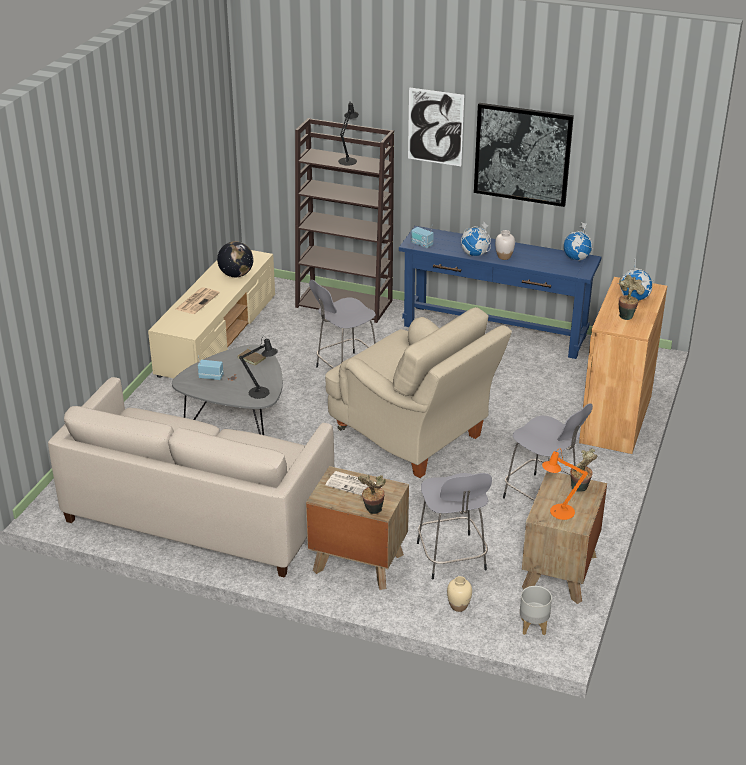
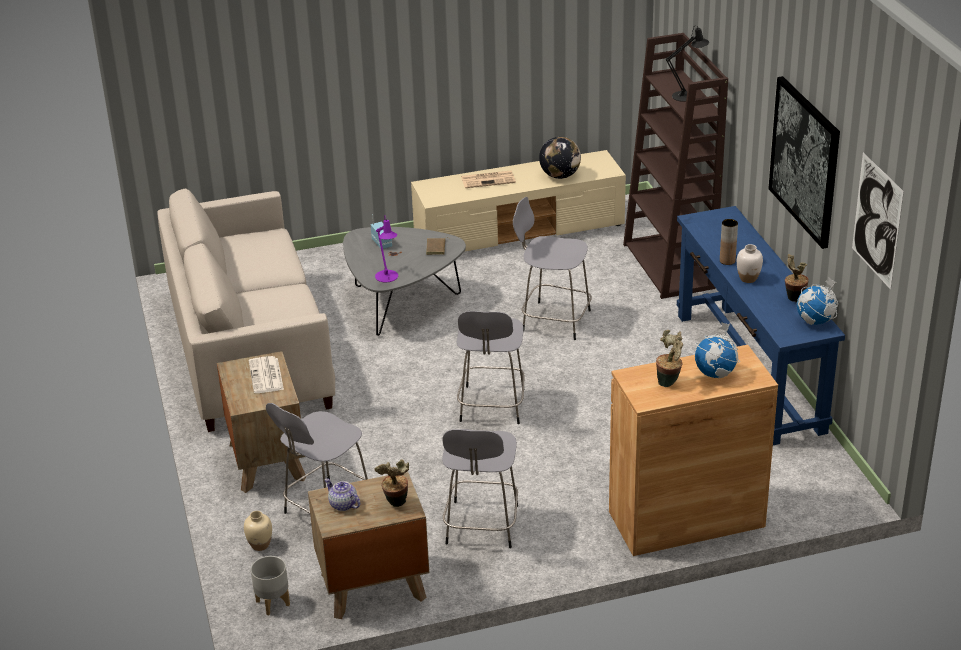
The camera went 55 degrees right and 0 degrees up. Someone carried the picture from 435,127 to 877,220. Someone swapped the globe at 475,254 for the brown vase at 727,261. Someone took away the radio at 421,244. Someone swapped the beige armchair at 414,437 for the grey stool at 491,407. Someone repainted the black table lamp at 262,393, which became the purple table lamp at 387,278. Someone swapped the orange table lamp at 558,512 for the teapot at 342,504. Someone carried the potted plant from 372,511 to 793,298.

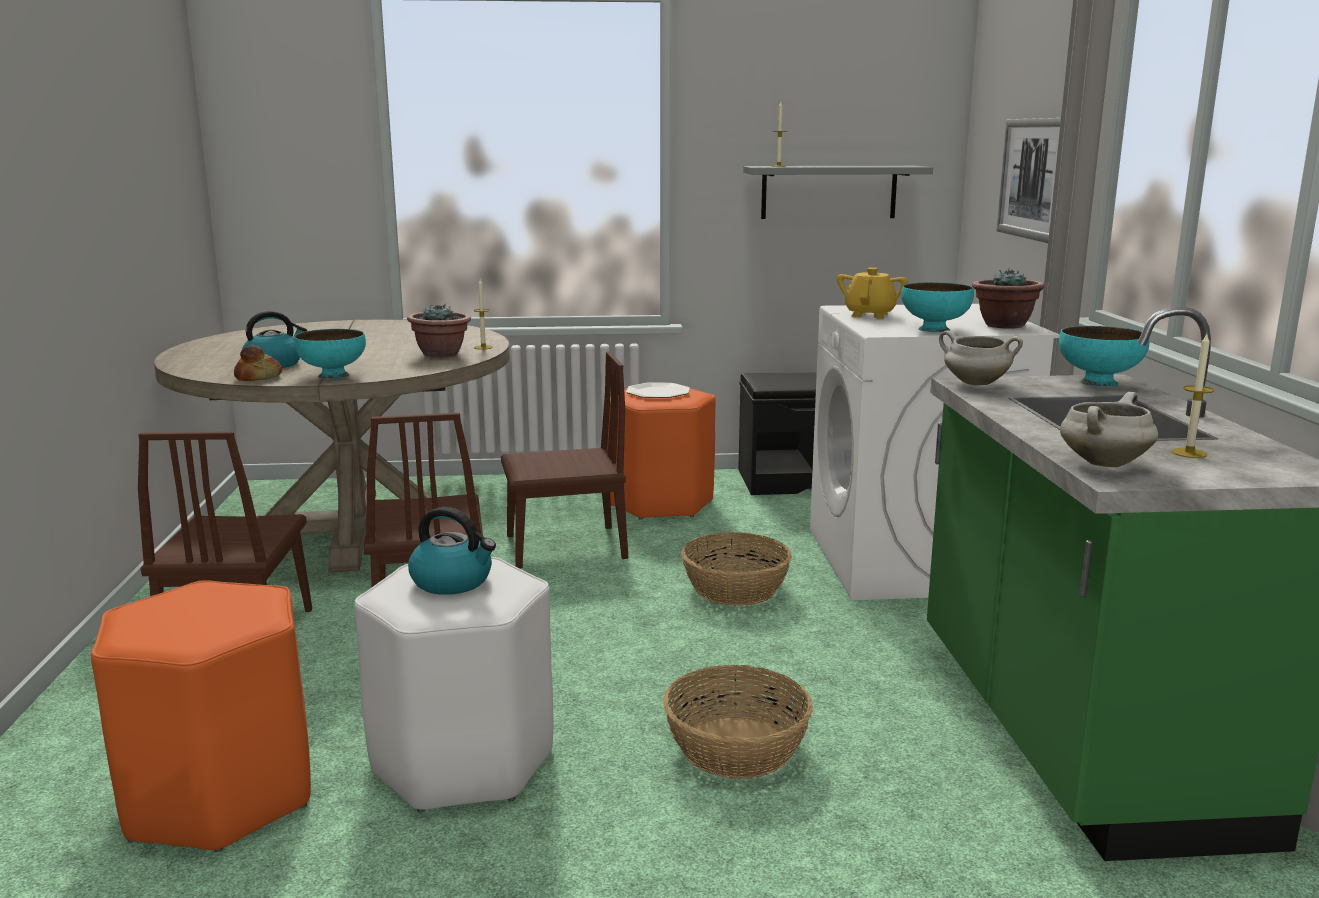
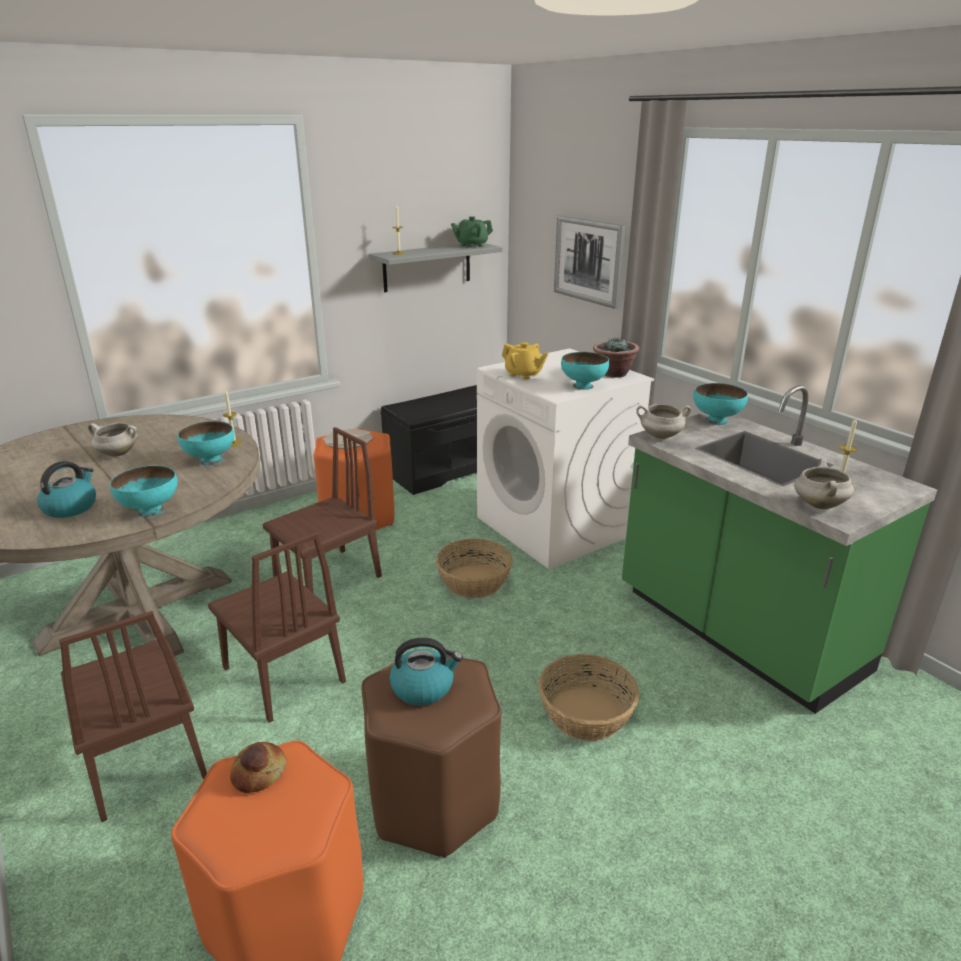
The camera went 30 degrees left and 10 degrees up. Someone rotated the yellow teapot at 870,315 by 135 degrees clockwise. Someone swapped the potted plant at 441,354 for the turquoise bowl at 210,460. Someone carried the bread from 259,377 to 259,773. Someone repainted the white stool at 462,761, which became the brown stool at 433,800. Someone put down the green teapot at 471,245. Someone put down the white cooking pot at 117,454.

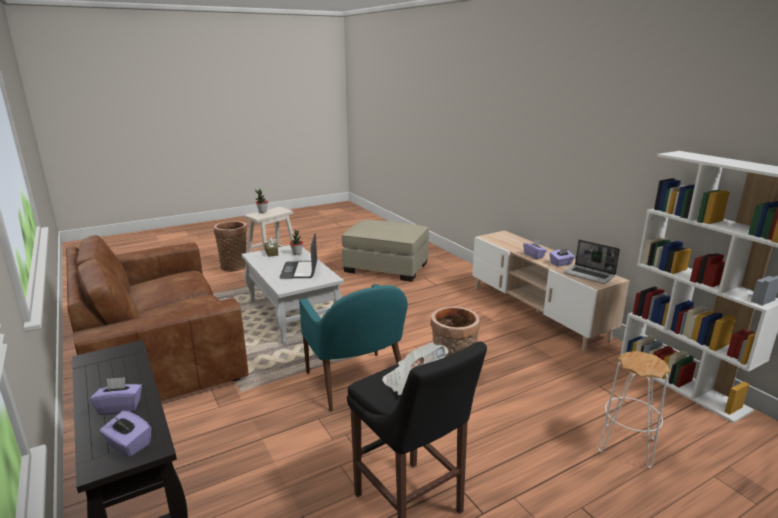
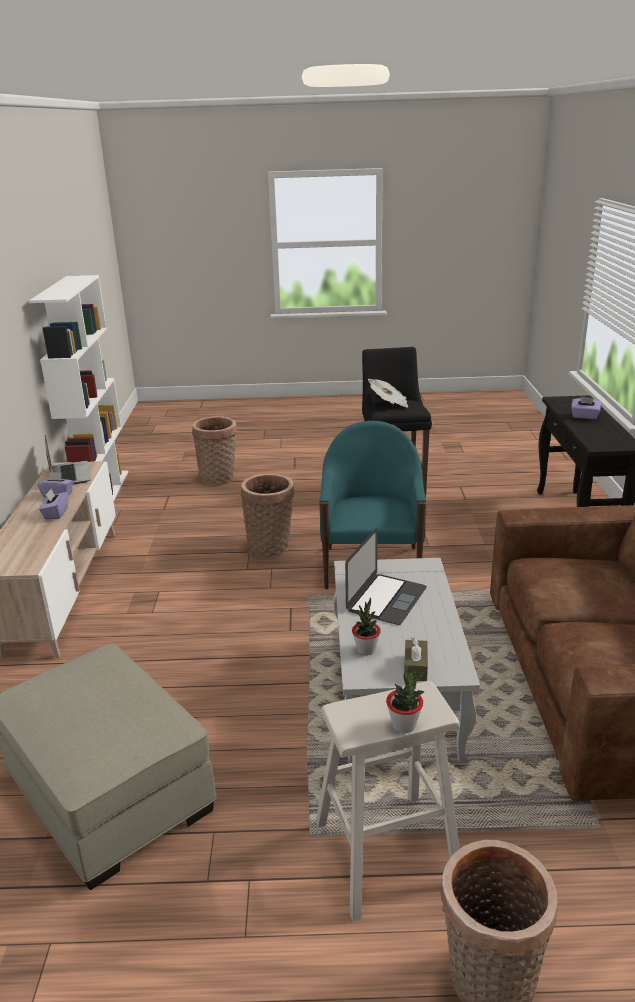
The camera went 150 degrees left and 5 degrees up. Someone swapped the white stool at 626,446 for the basket at 219,479. Someone took away the purple tissue box at 128,445.

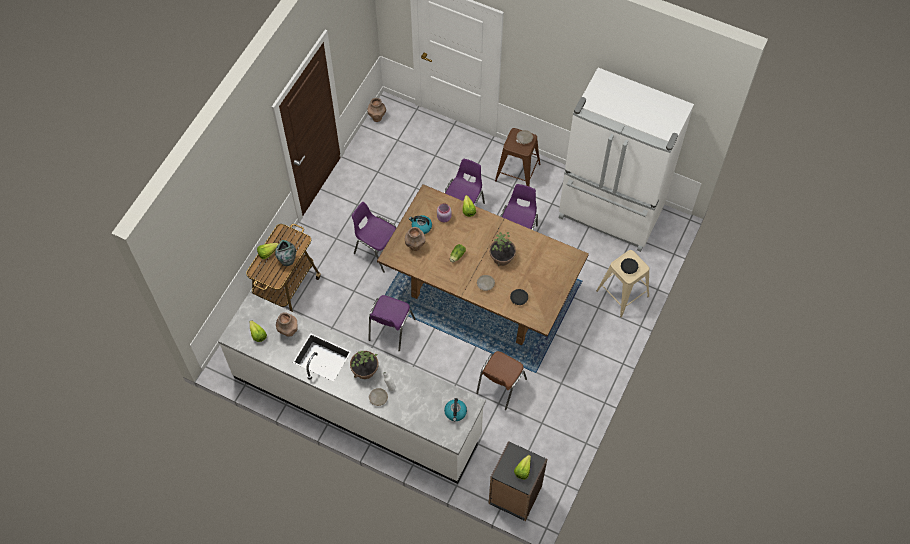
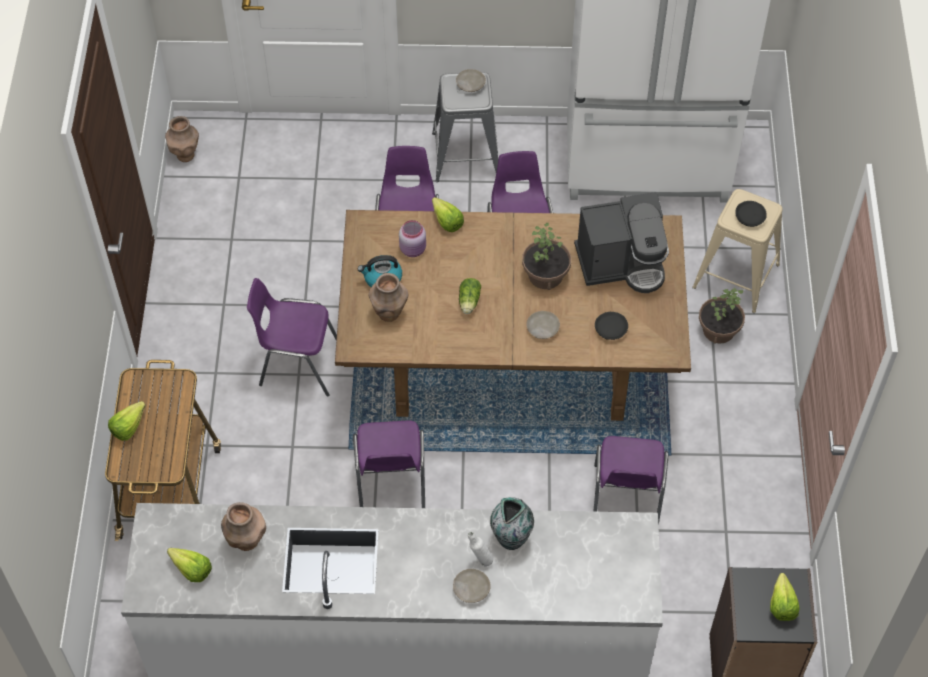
The camera went 25 degrees left and 5 degrees down. Someone repainted the brown stool at 517,172, which became the grey stool at 465,155. Someone carried the vase from 287,260 to 511,537. Someone carried the potted plant from 365,369 to 718,330. Someone repainted the brown chair at 500,387, which became the purple chair at 625,502. Someone took away the kettle at 455,412. Someone put down the coffee machine at 622,263.

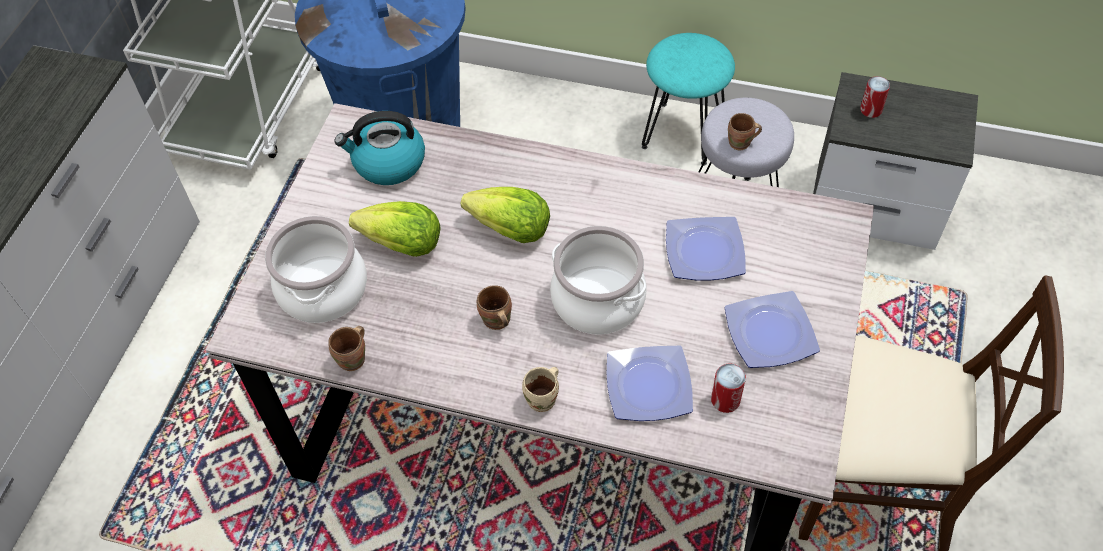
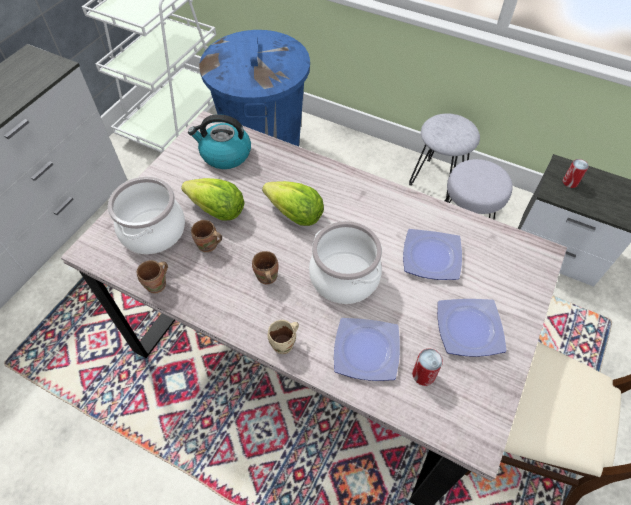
The camera went 10 degrees right and 0 degrees up. Someone repainted the turquoise stool at 684,133, which became the grey stool at 438,180. Someone carried the brown mug from 741,144 to 208,246.

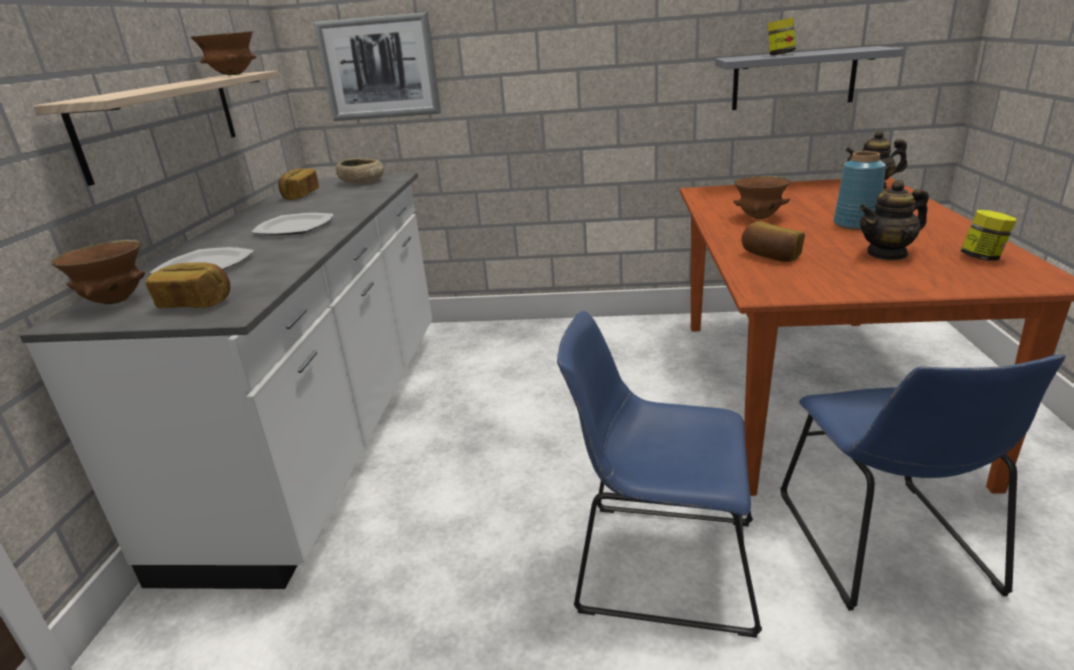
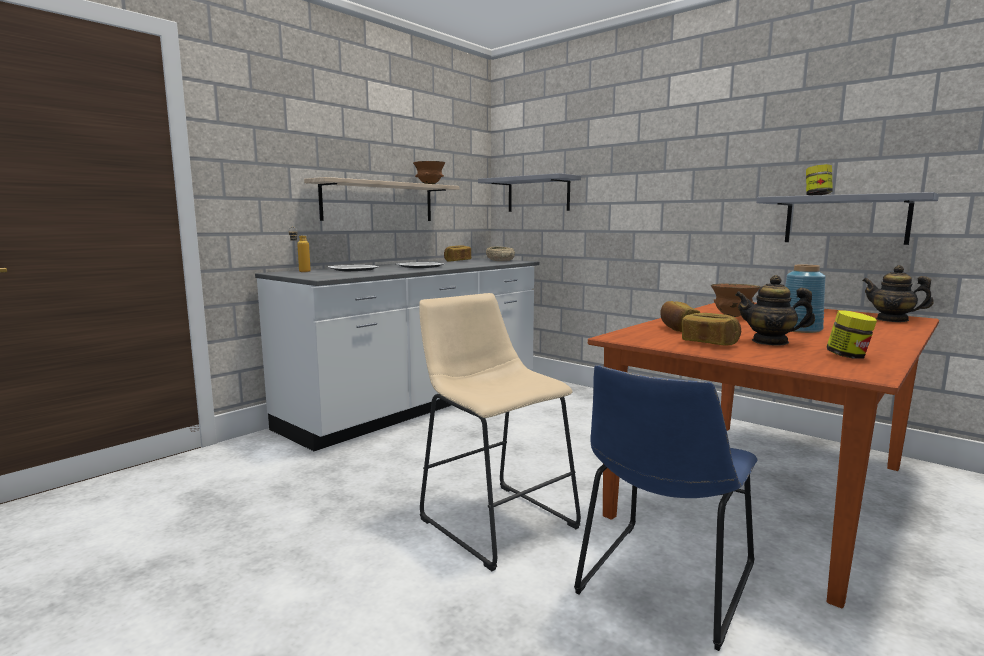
The camera went 35 degrees right and 15 degrees down. Someone swapped the picture at 379,68 for the grey shelf at 538,194. Someone swapped the brown bowl at 116,301 for the bottle at 300,271. Someone carried the bread from 196,303 to 709,343. Someone swapped the blue chair at 658,563 for the beige stool at 493,519.

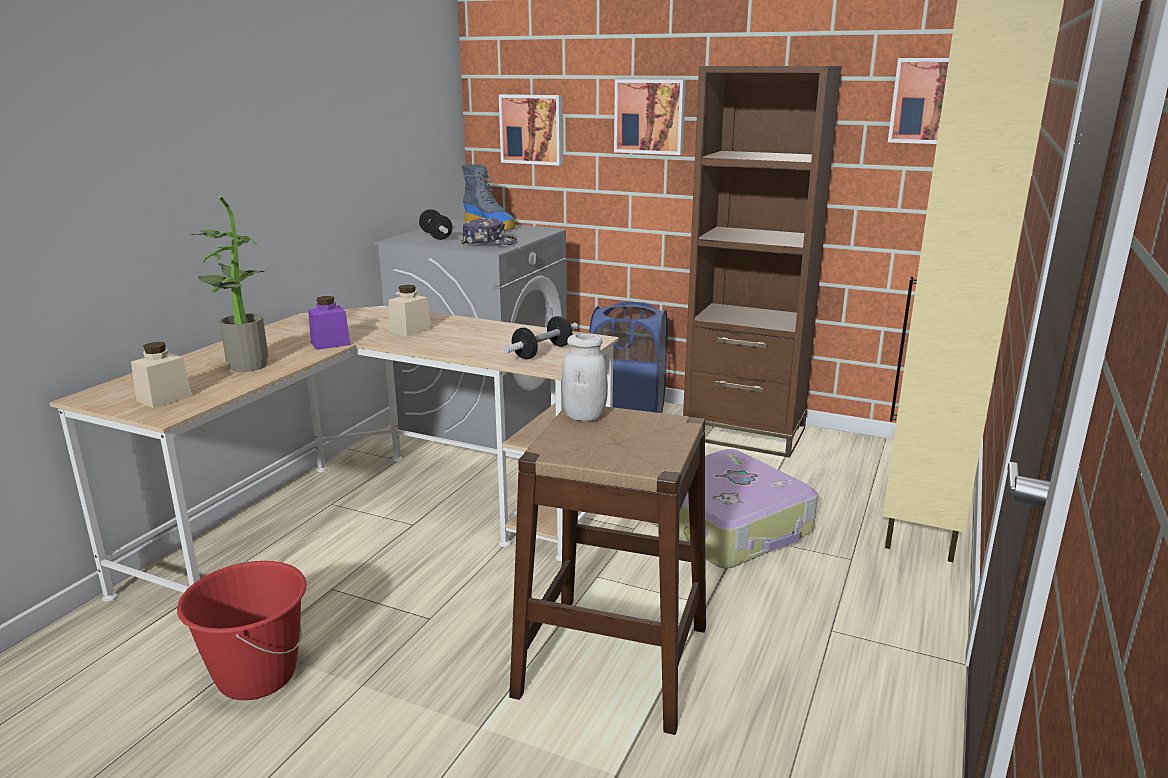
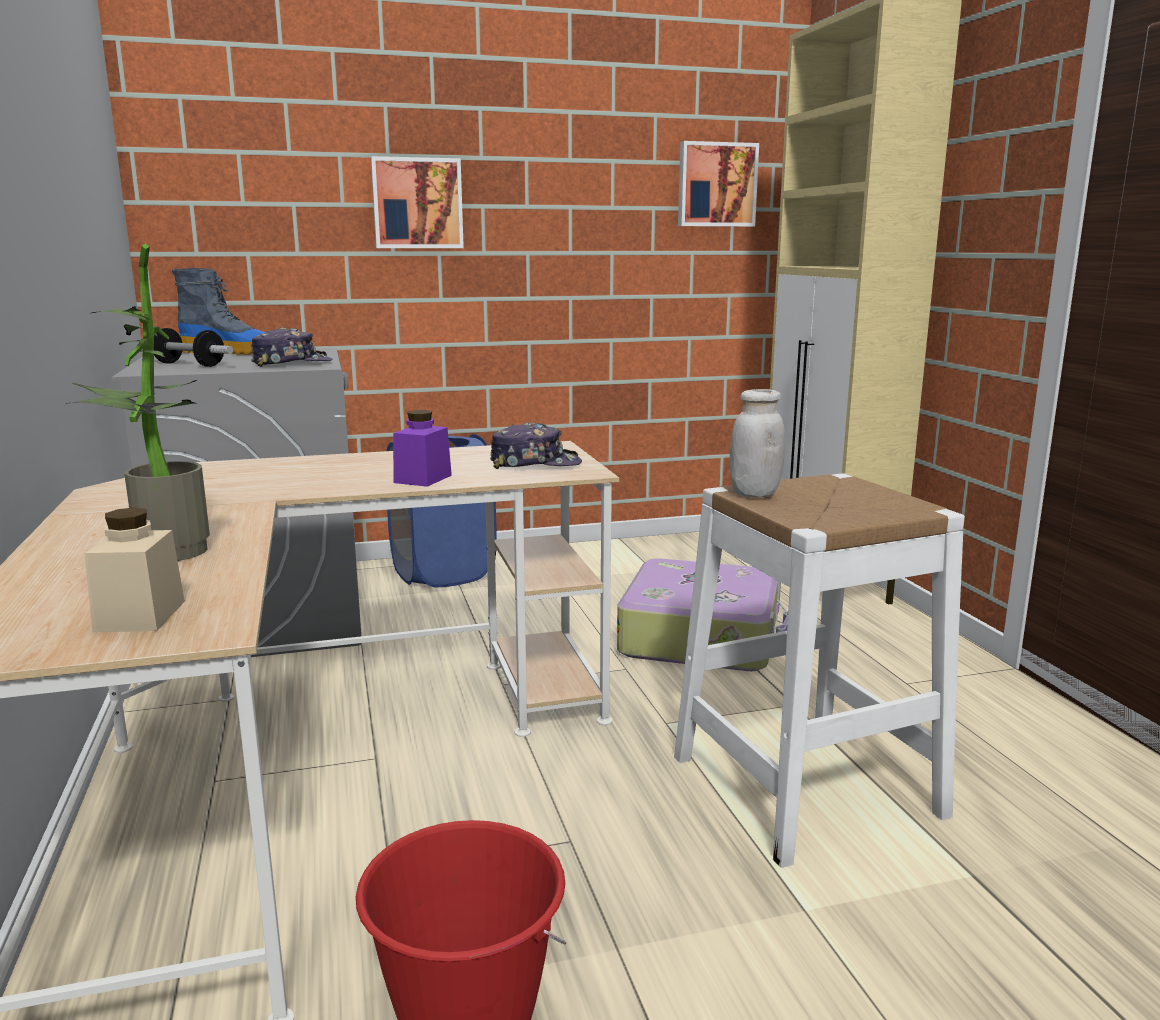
The camera went 40 degrees left and 5 degrees down. Someone took away the brown bookcase at 743,433. Someone took away the picture at 532,129. Someone took away the beige jar at 410,330. Someone carried the purple jar from 330,343 to 423,479. Someone swapped the dumbbell at 542,352 for the cap at 535,464. Someone repainted the brown stool at 613,660, which became the white stool at 806,785.

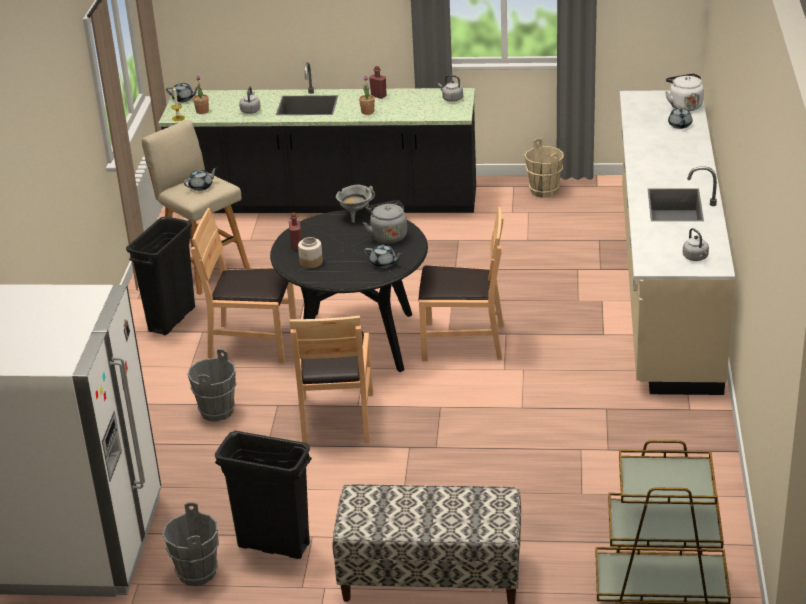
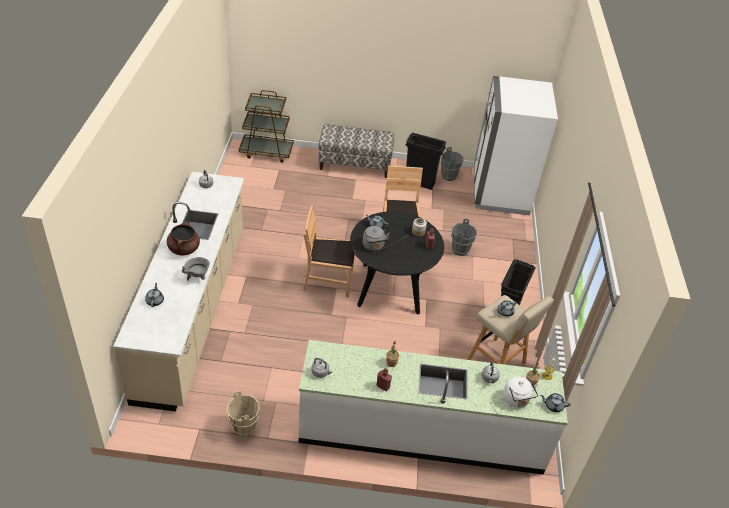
The camera went 175 degrees right and 10 degrees up. Someone repainted the black counter at 326,203, which became the white counter at 421,434. Someone carried the white kettle from 684,105 to 516,400. Someone carried the grey cooking pot from 356,215 to 197,277. Someone took away the brown chair at 253,342. Someone put down the brown cooking pot at 184,249.

